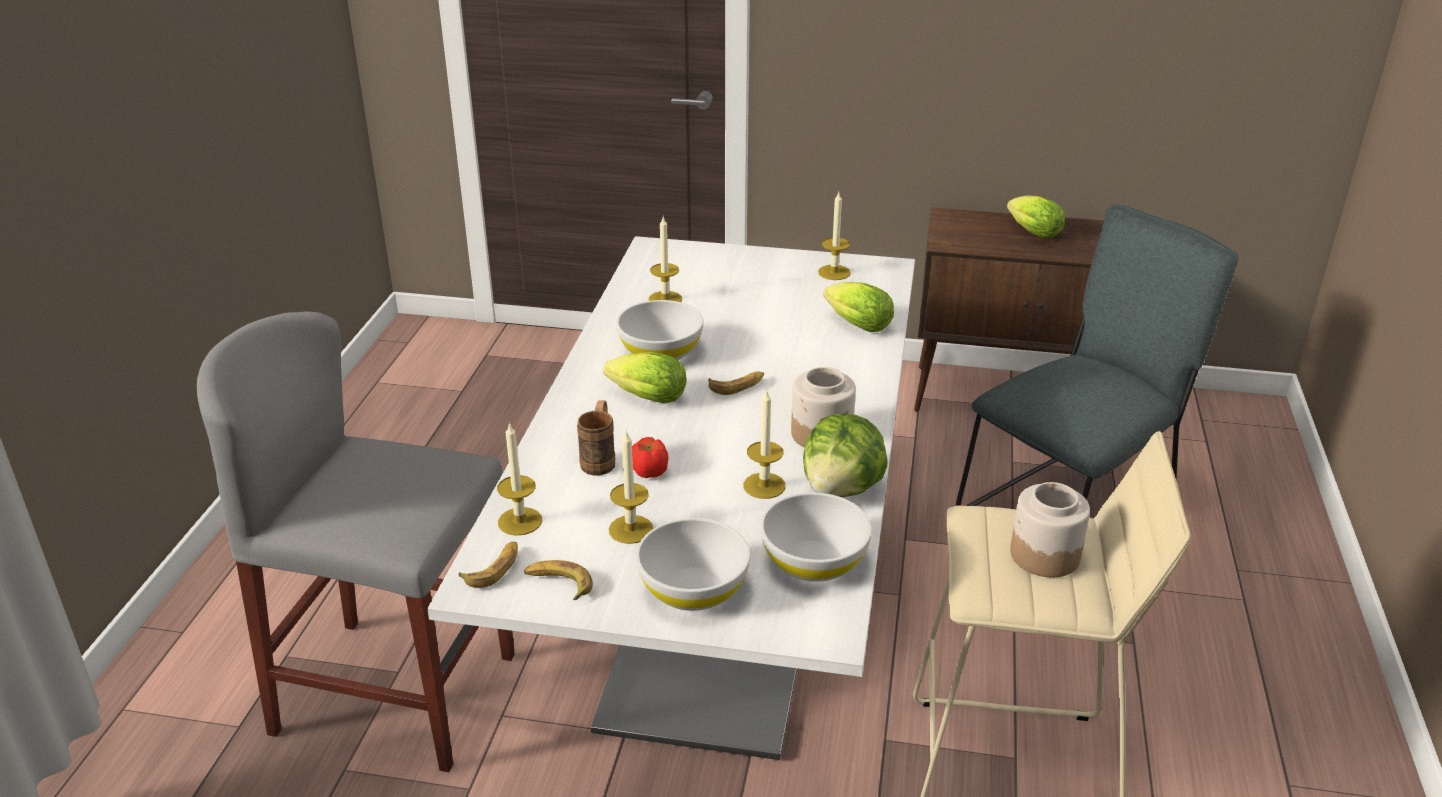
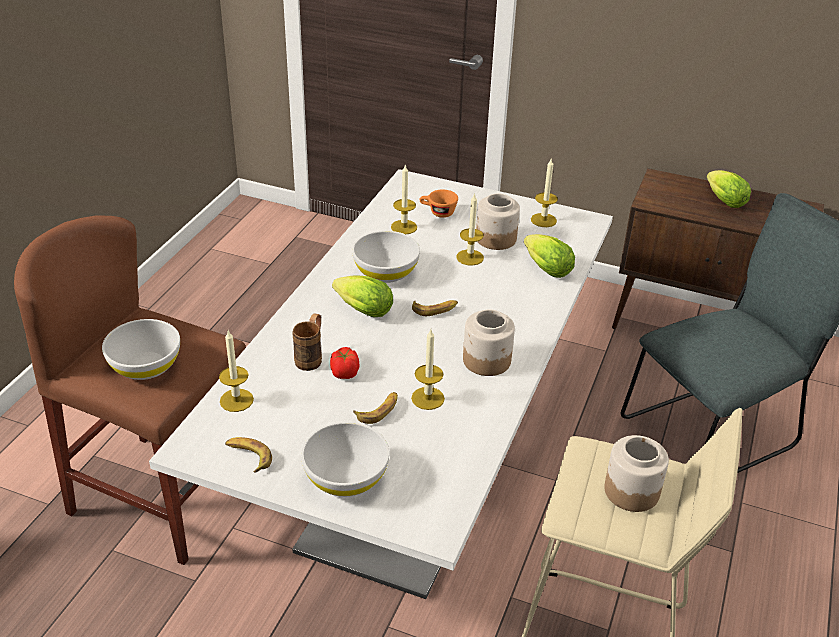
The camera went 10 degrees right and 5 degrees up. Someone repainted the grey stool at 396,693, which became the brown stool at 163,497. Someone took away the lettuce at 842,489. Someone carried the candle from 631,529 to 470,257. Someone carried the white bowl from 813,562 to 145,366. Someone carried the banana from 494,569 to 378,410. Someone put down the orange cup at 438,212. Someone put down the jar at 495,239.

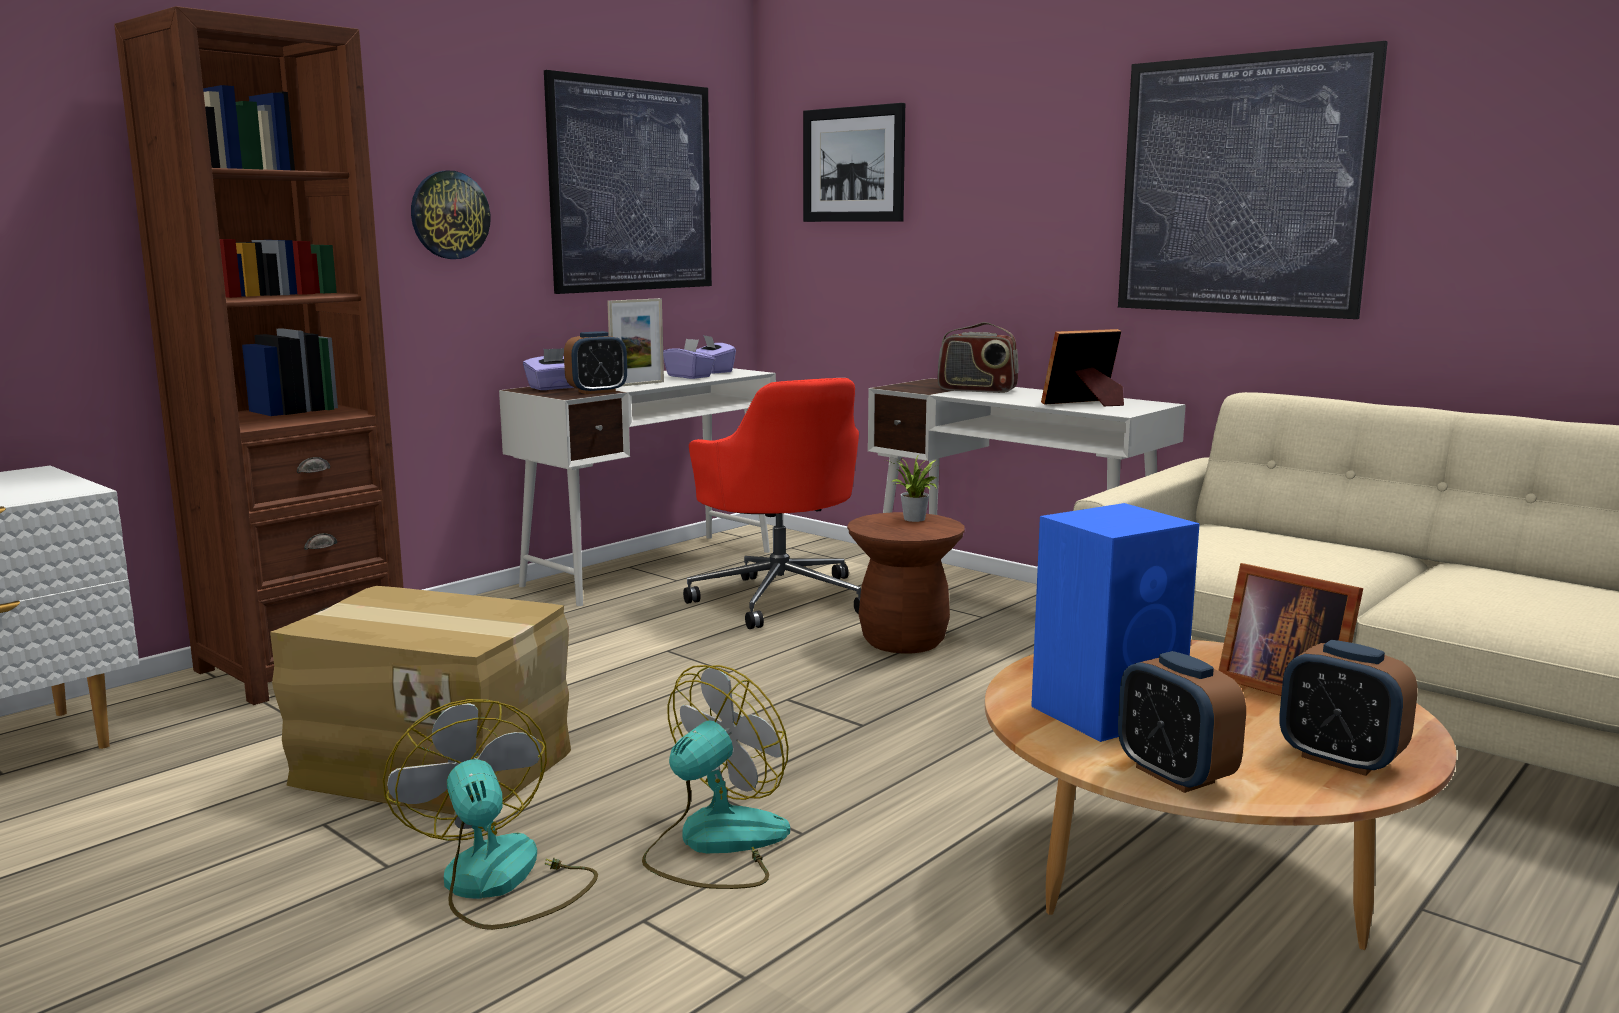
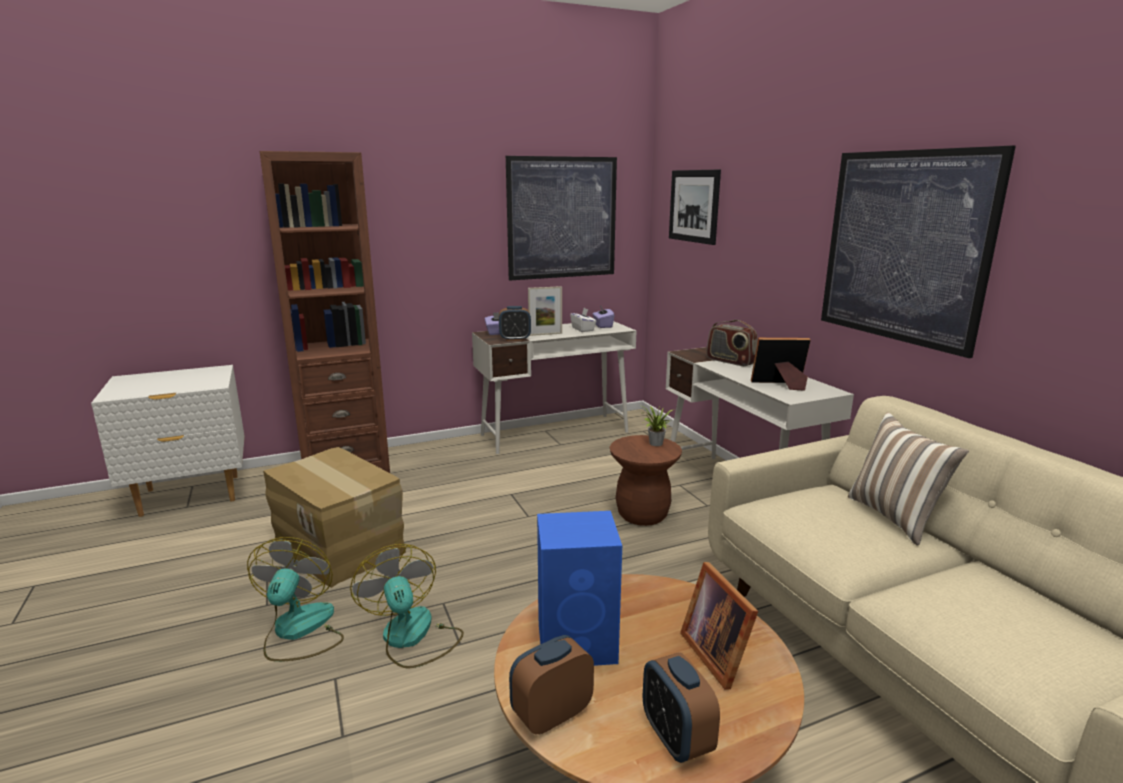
The camera went 25 degrees right and 5 degrees up. Someone took away the wall clock at 449,215. Someone repainted the purple tissue box at 689,376, which became the white tissue box at 583,329. Someone took away the red office chair at 780,598. Someone rotated the alarm clock at 1174,775 by 60 degrees clockwise. Someone rotated the fan at 715,844 by 90 degrees counterclockwise. Someone put down the pillow at 895,517.

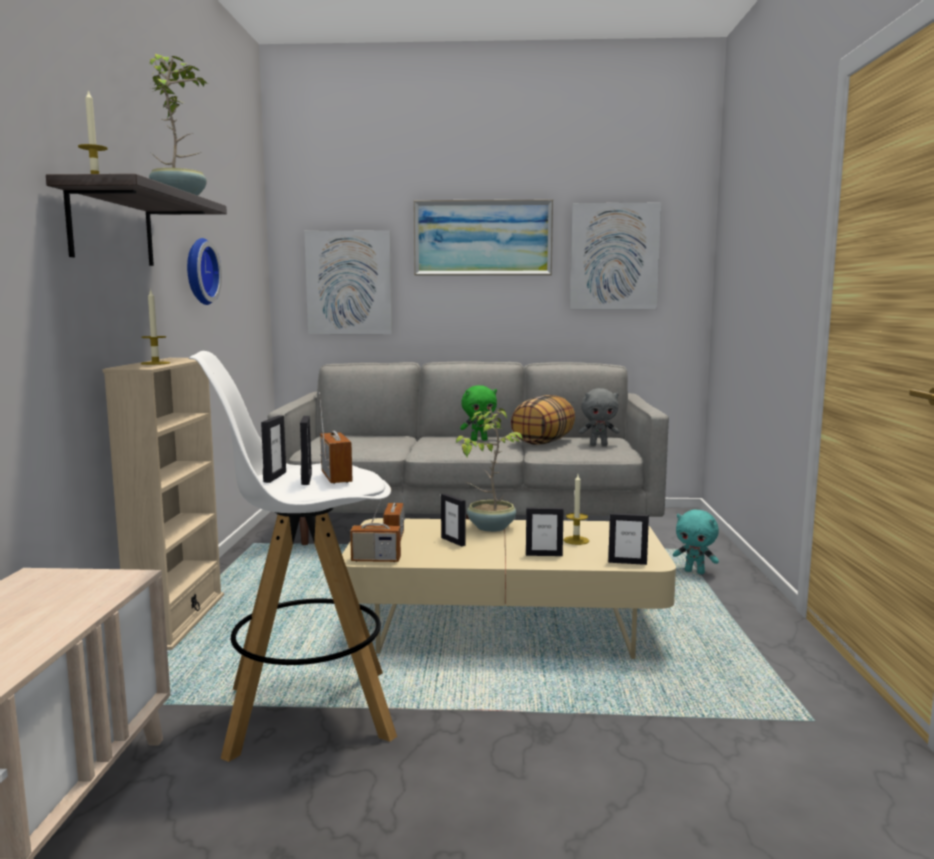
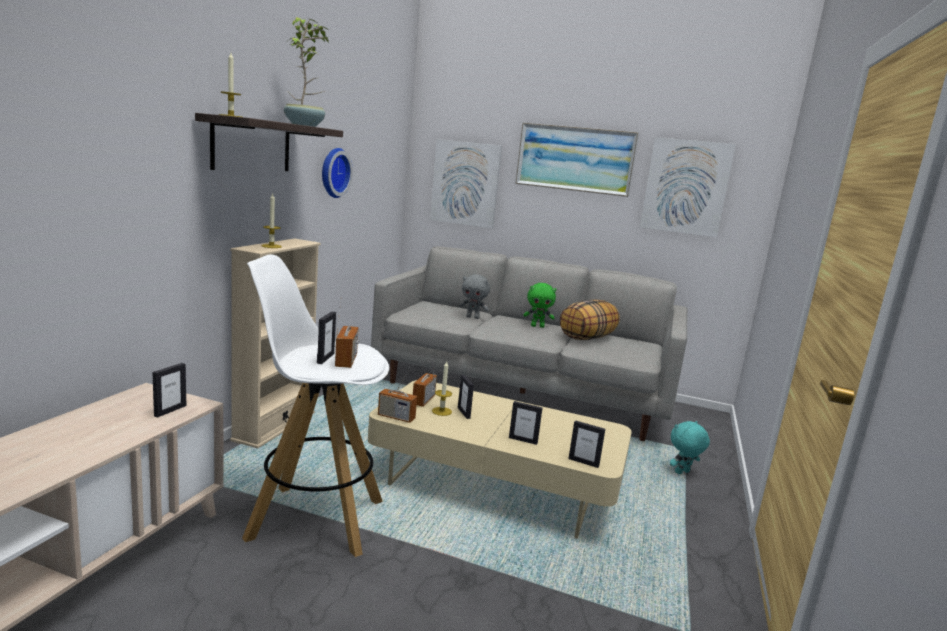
The camera went 15 degrees right and 5 degrees up. Someone carried the grey plush toy from 598,445 to 473,317. Someone took away the potted plant at 490,527. Someone carried the picture frame from 274,477 to 170,410. Someone carried the candle from 576,540 to 441,411. Someone rotated the turquoise plush toy at 695,572 by 105 degrees clockwise.

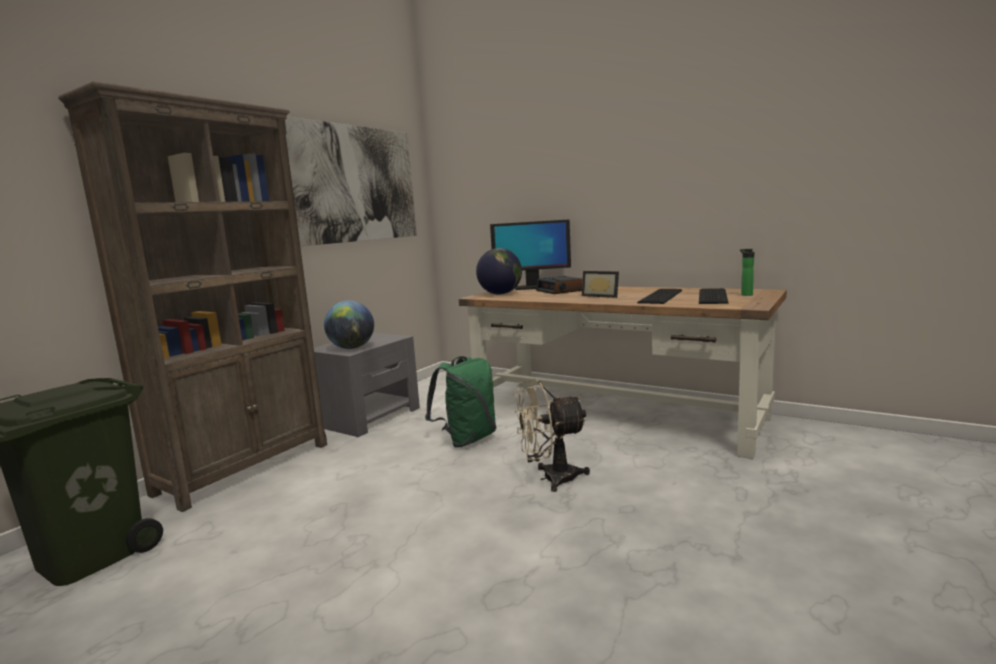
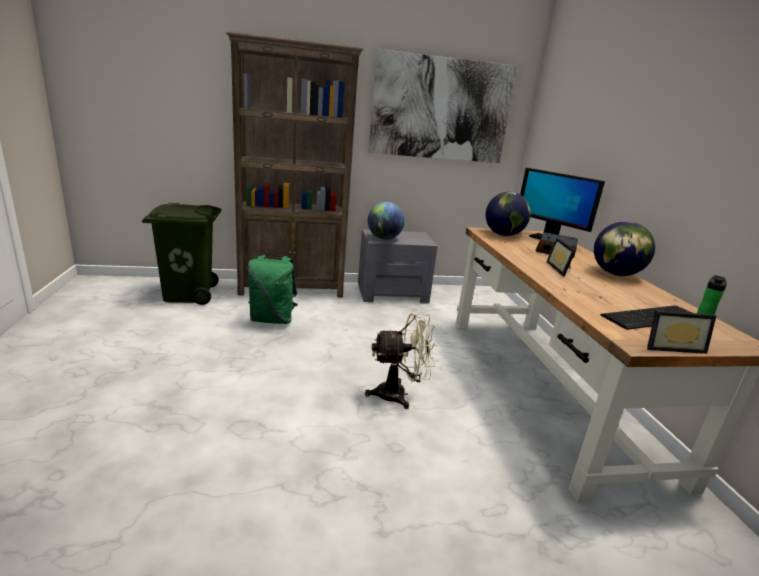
The camera went 45 degrees right and 10 degrees up. Someone took away the keyboard at 662,296. Someone carried the green backpack from 467,439 to 272,319. Someone rotated the beige fan at 550,478 by 135 degrees clockwise. Someone put down the globe at 615,274. Someone put down the picture frame at 670,346.

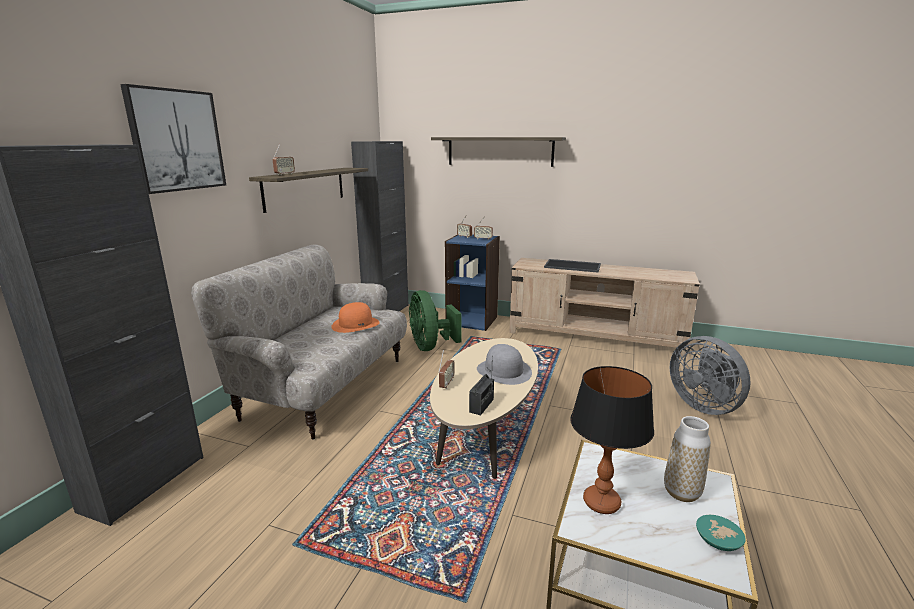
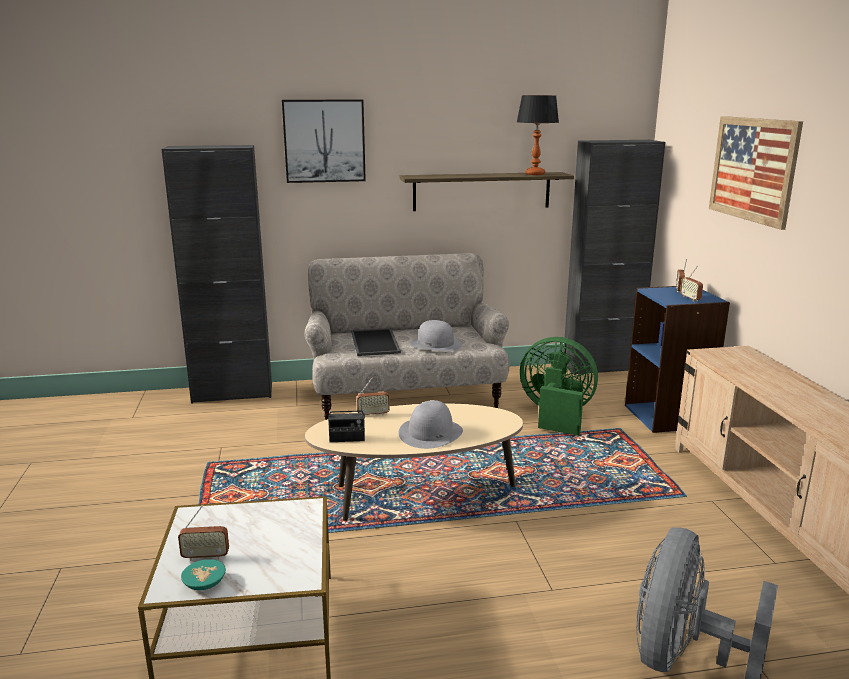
The camera went 60 degrees right and 0 degrees up. Someone swapped the shelf at 499,151 for the picture at 753,169. Someone carried the radio from 284,174 to 205,556. Someone carried the tray from 573,266 to 376,342. Someone rotated the green fan at 430,346 by 75 degrees clockwise. Someone repainted the orange hat at 355,324, which became the grey hat at 436,344. Someone carried the table lamp from 602,502 to 535,174. Someone took away the vase at 681,493.

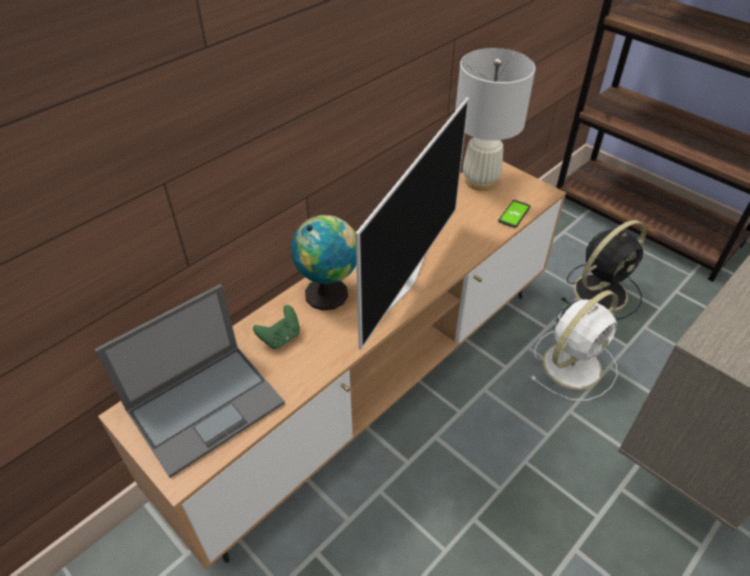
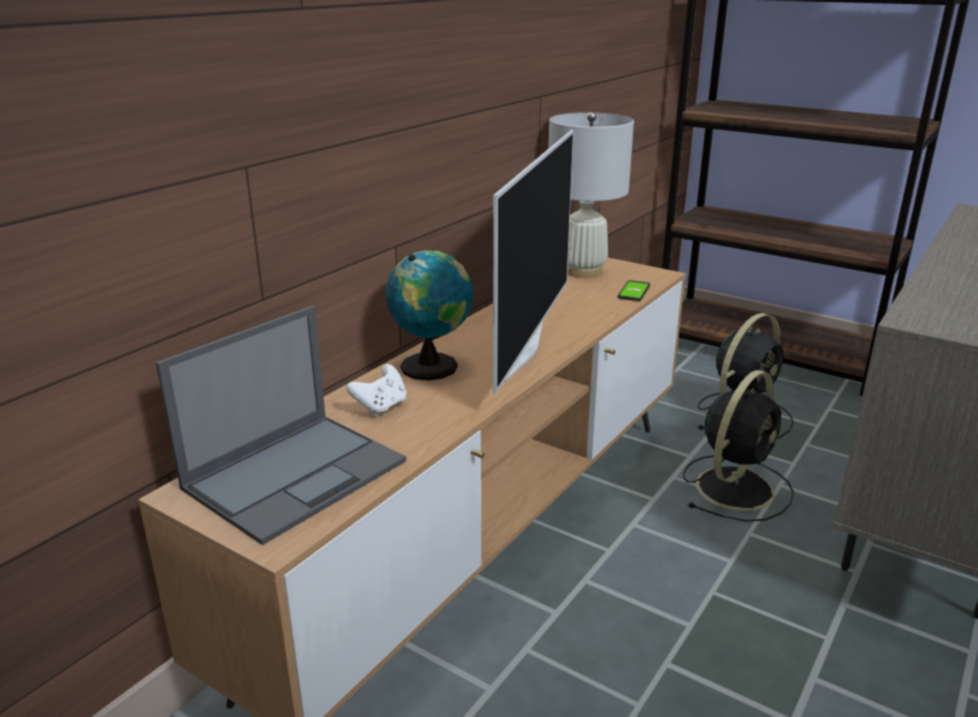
The camera went 10 degrees left and 20 degrees down. Someone repainted the white fan at 573,364, which became the black fan at 736,487. Someone repainted the green game controller at 280,338, which became the white game controller at 381,407.

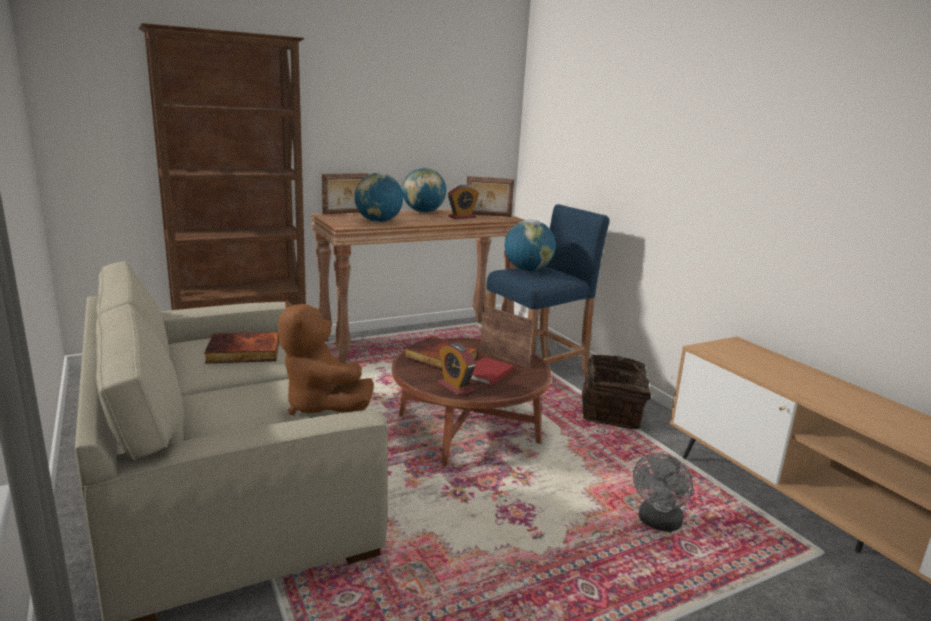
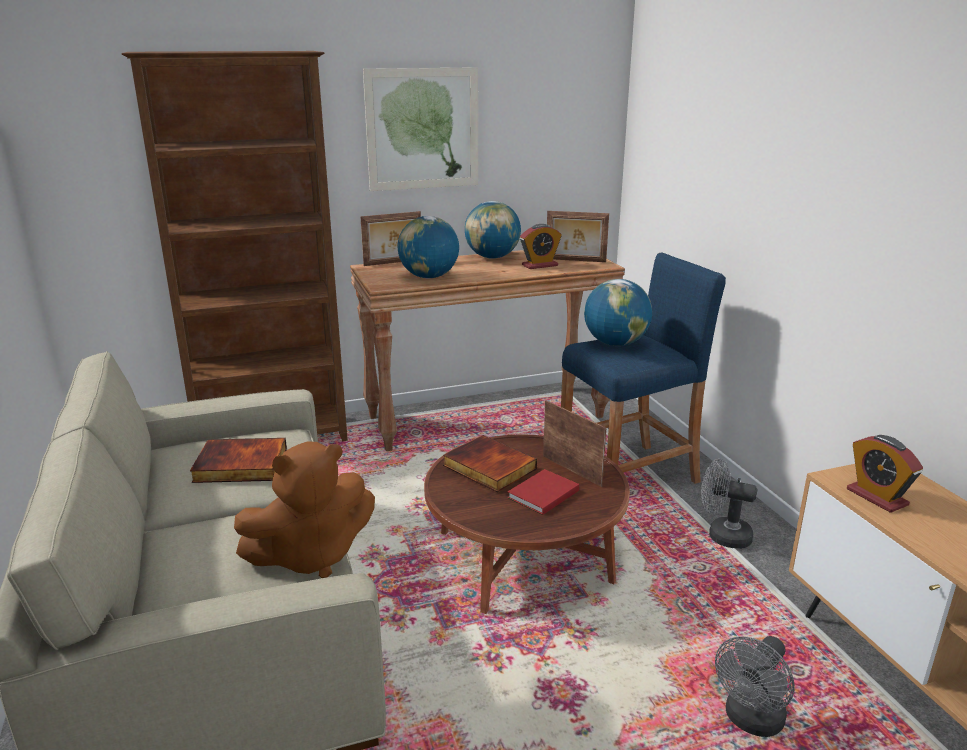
The camera went 10 degrees right and 5 degrees up. Someone rotated the brown plush toy at 321,406 by 90 degrees counterclockwise. Someone carried the alarm clock from 455,387 to 876,497. Someone swapped the basket at 613,411 for the grey fan at 722,535. Someone put up the picture at 423,129.

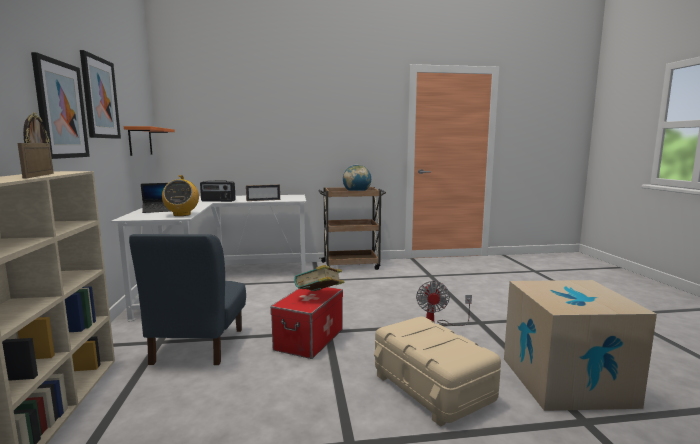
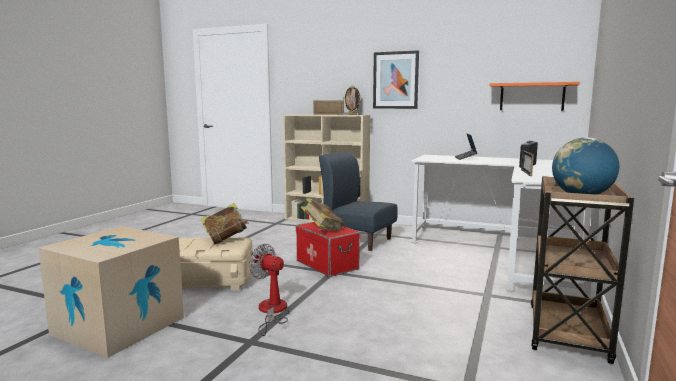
The camera went 120 degrees right and 0 degrees up. Someone took away the picture at 100,98. Someone took away the radio at 182,214. Someone put down the book at 225,239.

